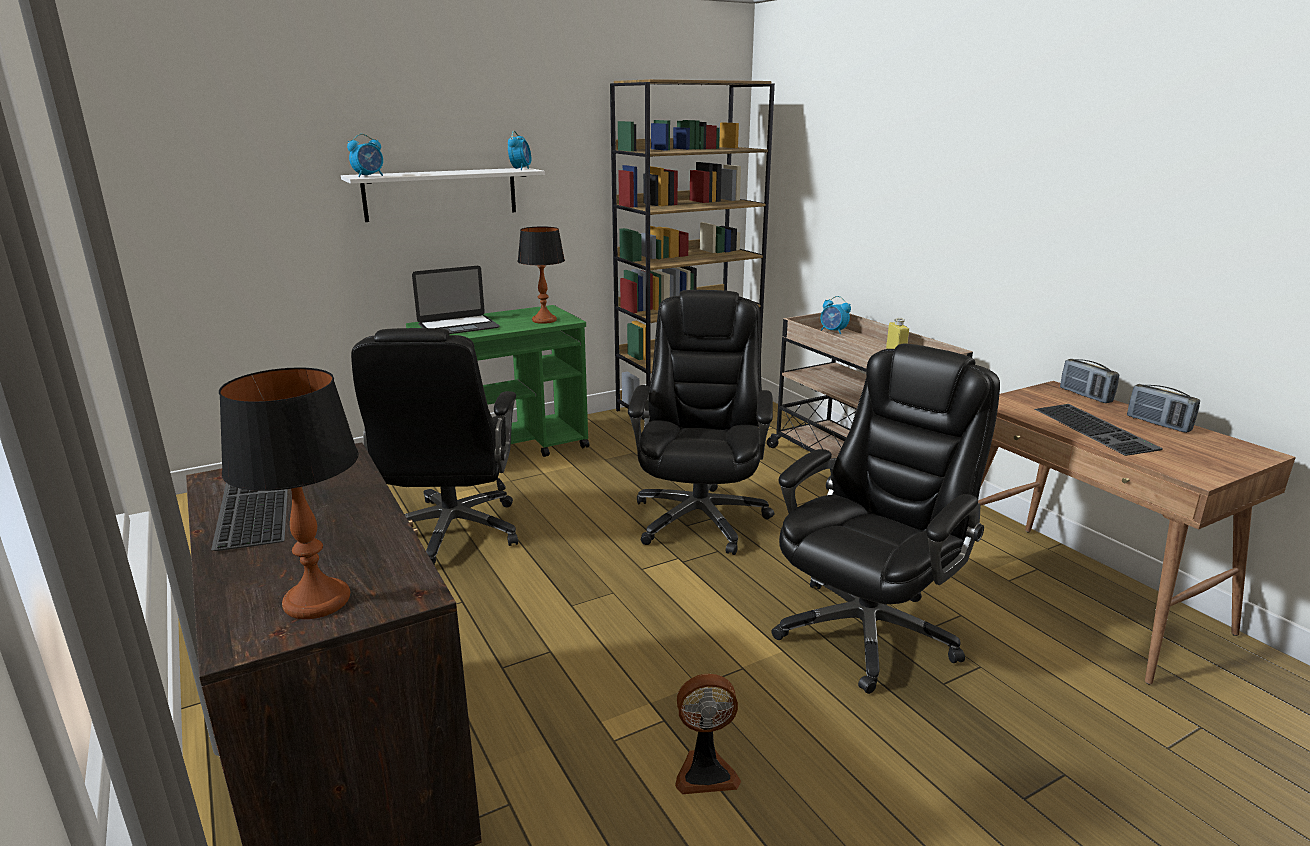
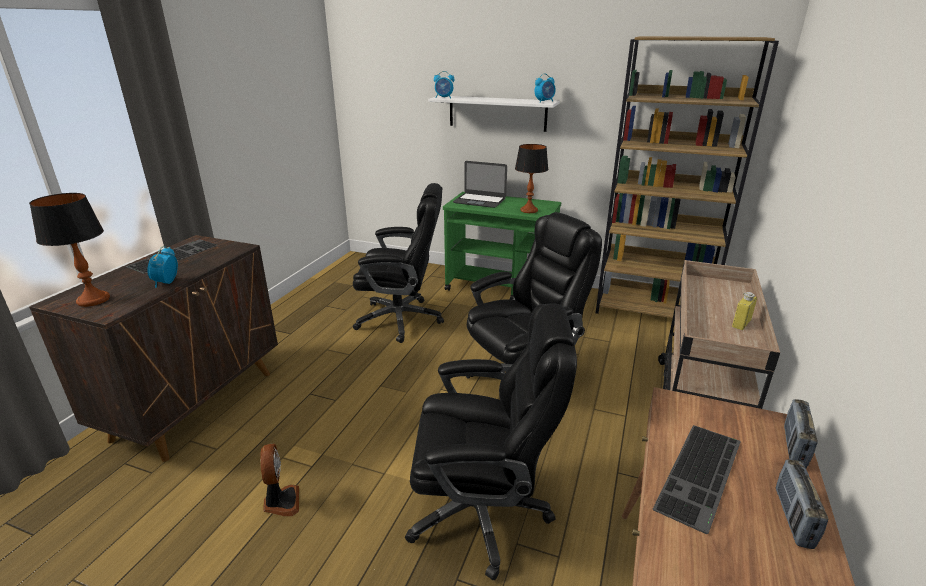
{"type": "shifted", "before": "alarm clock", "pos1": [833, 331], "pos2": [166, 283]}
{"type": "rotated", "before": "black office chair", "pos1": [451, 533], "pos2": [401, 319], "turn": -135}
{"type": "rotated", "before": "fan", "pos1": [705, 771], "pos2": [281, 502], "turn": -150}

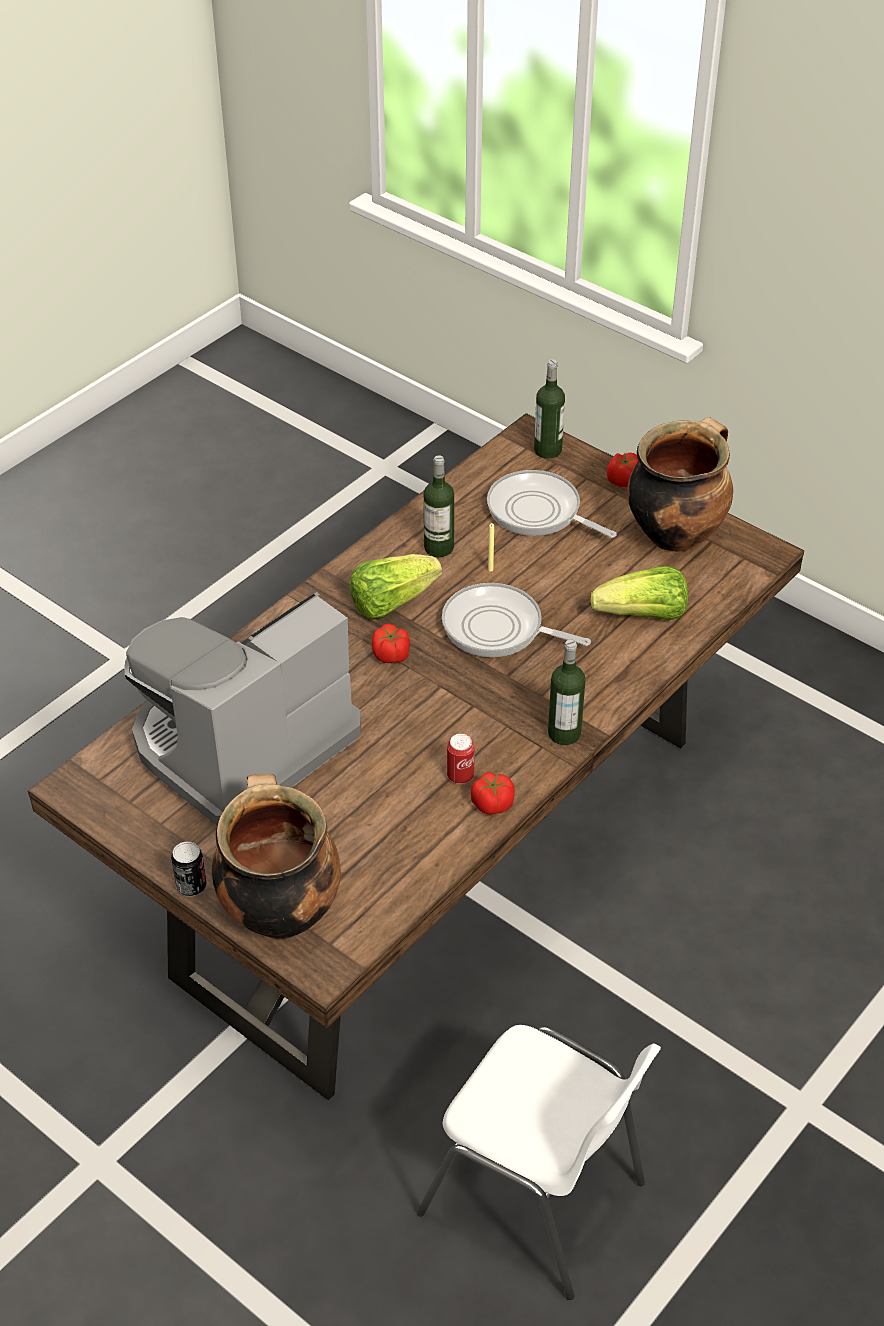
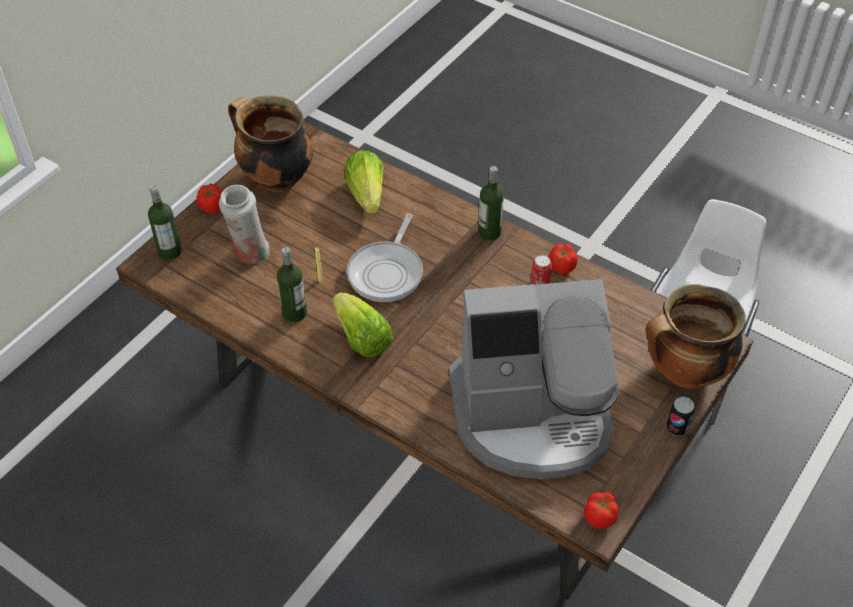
{"type": "shifted", "before": "tomato", "pos1": [391, 655], "pos2": [600, 516]}
{"type": "swapped", "before": "frying pan", "after": "white vase", "pos1": [538, 512], "pos2": [250, 254]}
{"type": "rotated", "before": "coffee machine", "pos1": [242, 744], "pos2": [532, 416], "turn": -45}

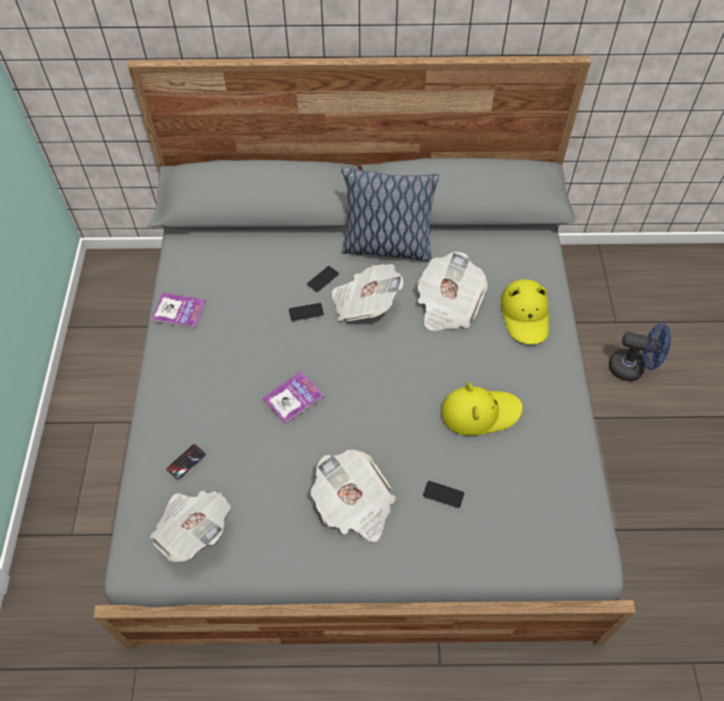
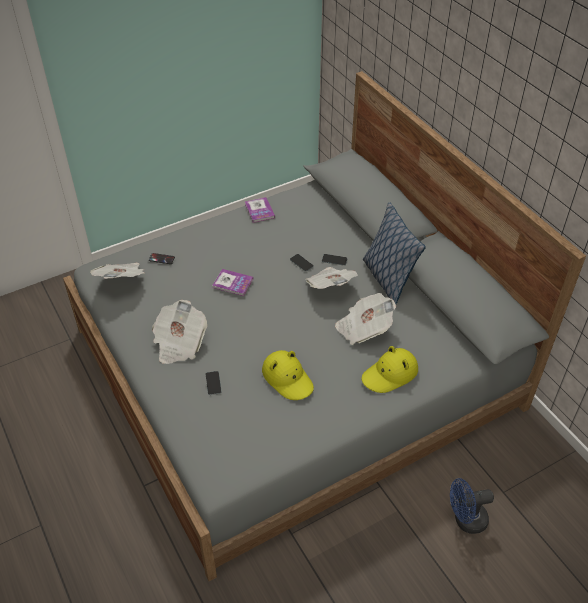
{"type": "rotated", "before": "blue fan", "pos1": [632, 368], "pos2": [465, 520], "turn": 90}

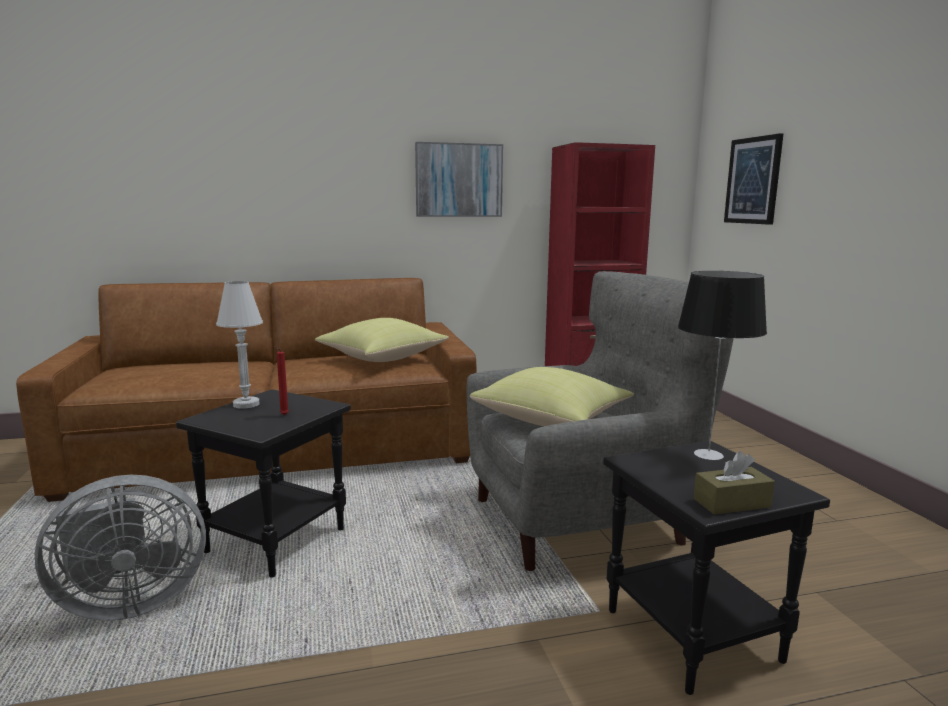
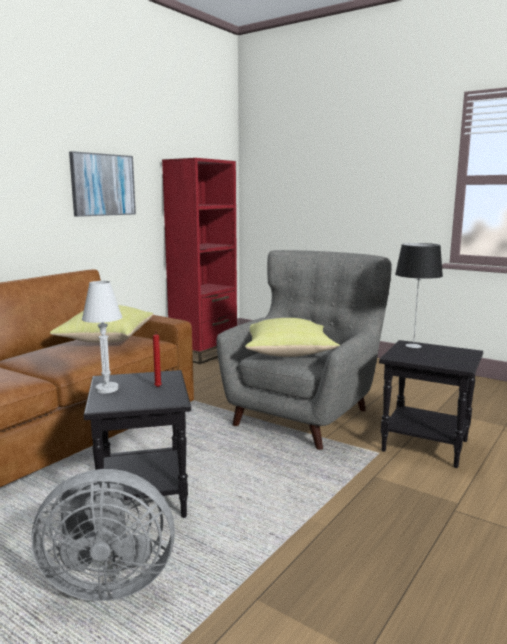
{"type": "gone", "before": "brown tissue box", "pos1": [731, 503]}
{"type": "gone", "before": "picture", "pos1": [753, 180]}
{"type": "rotated", "before": "grey fan", "pos1": [128, 603], "pos2": [106, 582], "turn": 60}

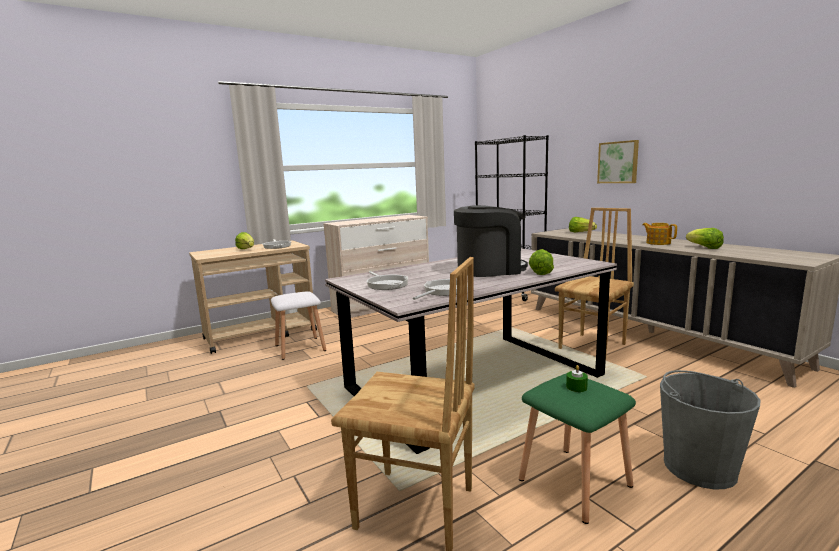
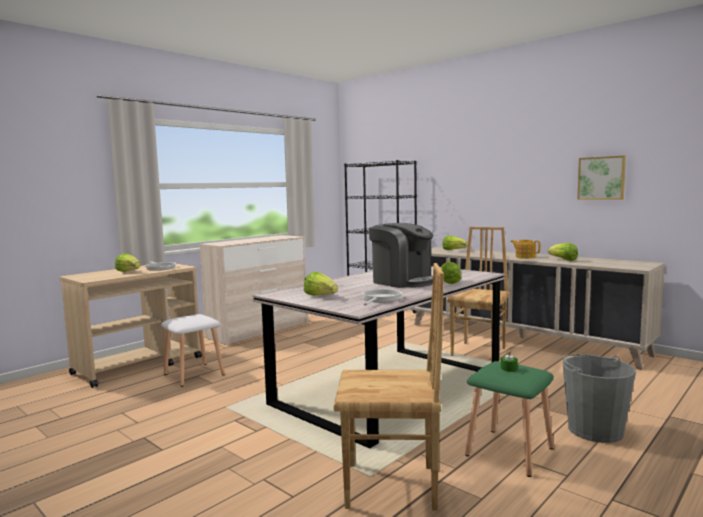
{"type": "shifted", "before": "picture", "pos1": [618, 162], "pos2": [601, 178]}
{"type": "swapped", "before": "frying pan", "after": "lettuce", "pos1": [386, 284], "pos2": [320, 296]}
{"type": "rotated", "before": "coffee machine", "pos1": [490, 270], "pos2": [402, 282], "turn": 75}

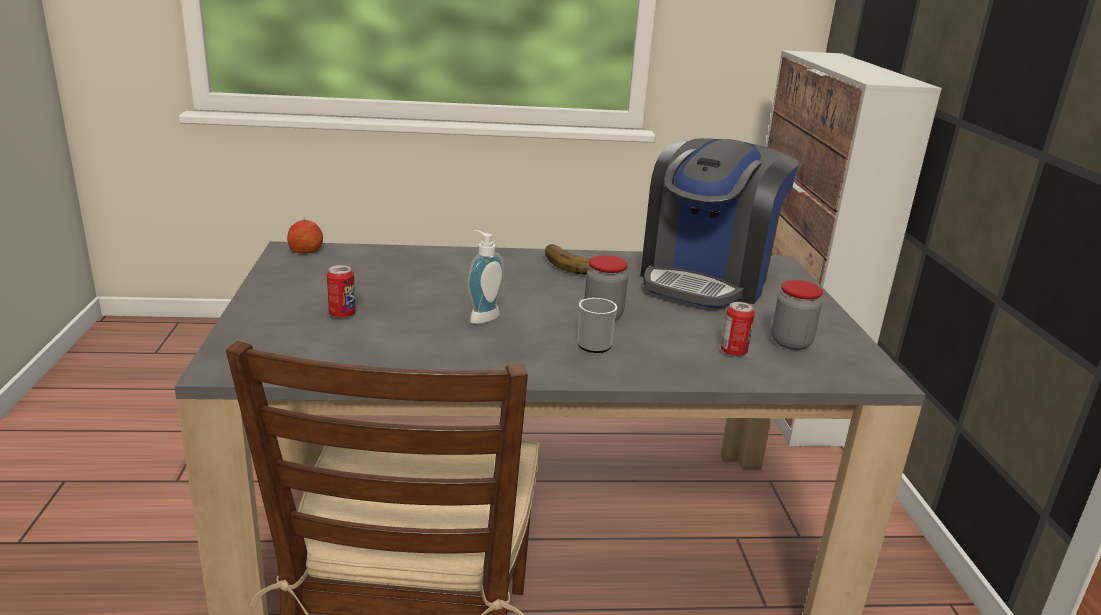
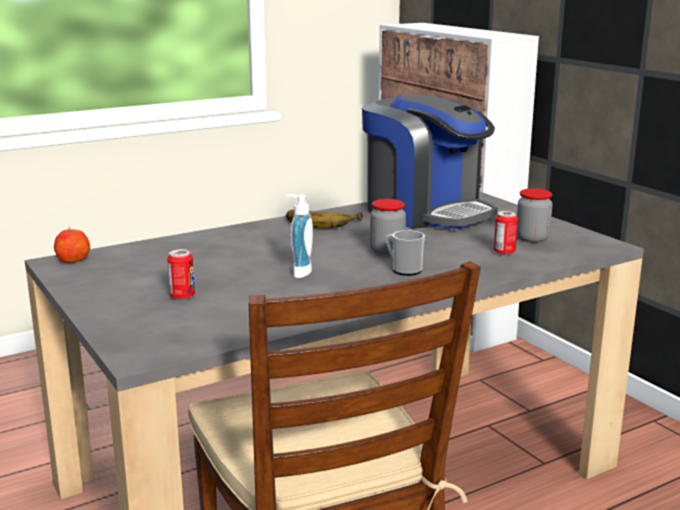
{"type": "rotated", "before": "coffee machine", "pos1": [706, 279], "pos2": [426, 212], "turn": -45}

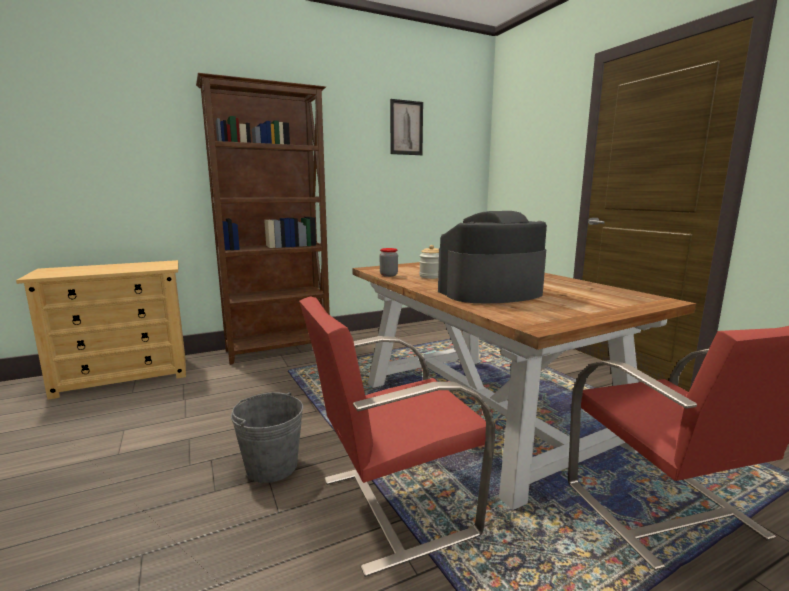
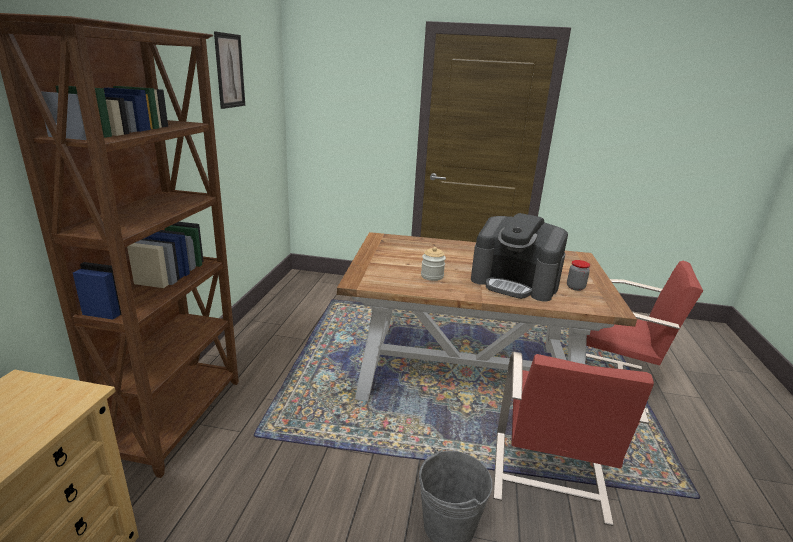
{"type": "shifted", "before": "jar", "pos1": [388, 275], "pos2": [575, 287]}
{"type": "rotated", "before": "coffee machine", "pos1": [490, 292], "pos2": [515, 283], "turn": -75}

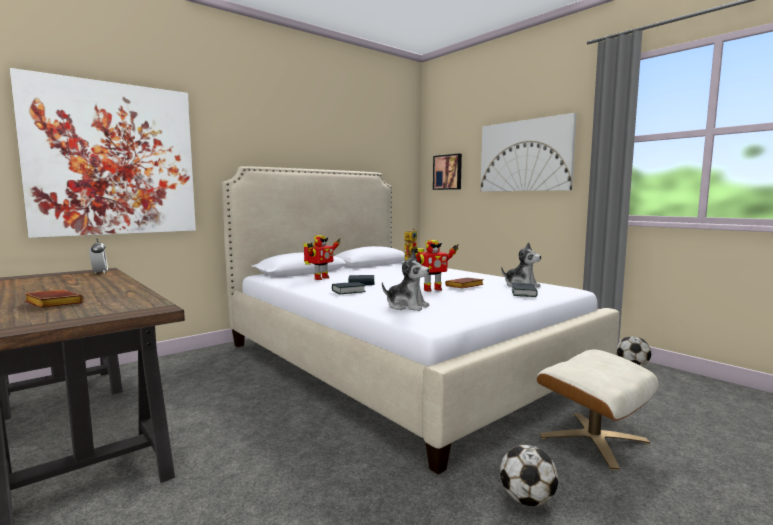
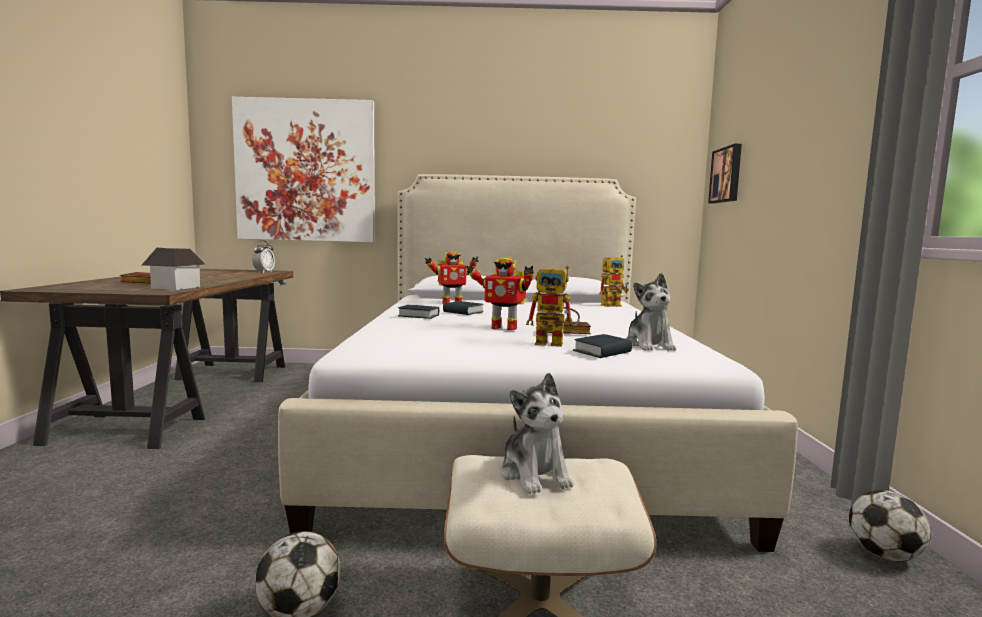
{"type": "gone", "before": "picture", "pos1": [525, 156]}
{"type": "new", "after": "toy house", "pos2": [175, 287]}
{"type": "new", "after": "toy robot", "pos2": [556, 343]}
{"type": "shifted", "before": "plush toy", "pos1": [406, 306], "pos2": [534, 474]}

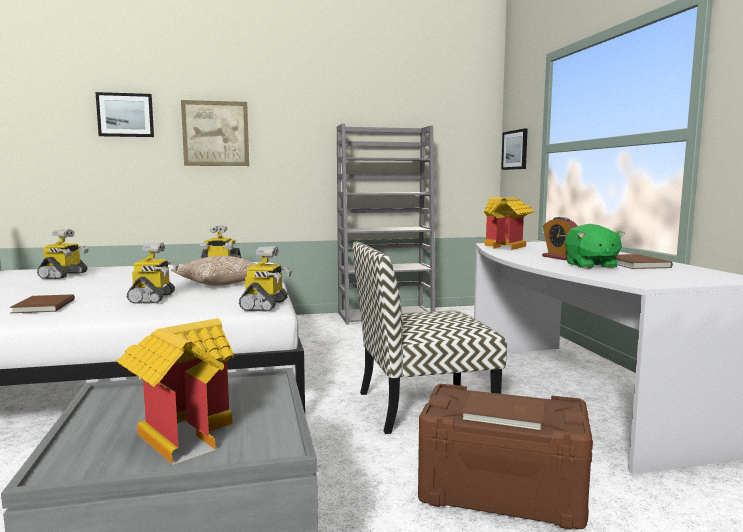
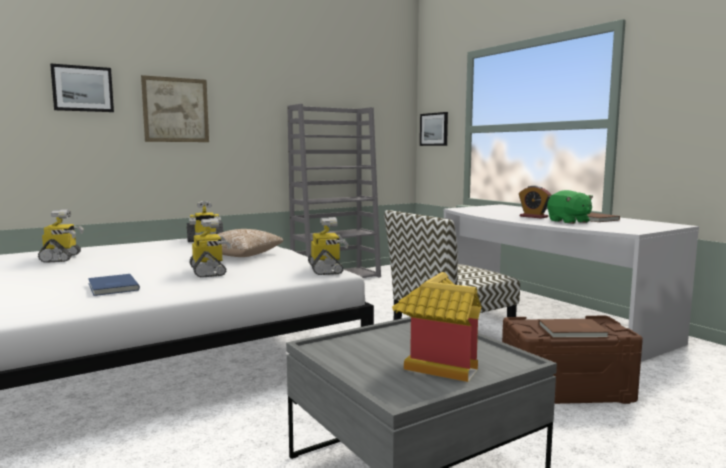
{"type": "gone", "before": "toy house", "pos1": [507, 247]}
{"type": "repainted", "before": "brown book", "after": "blue book", "pos1": [42, 306], "pos2": [111, 287]}

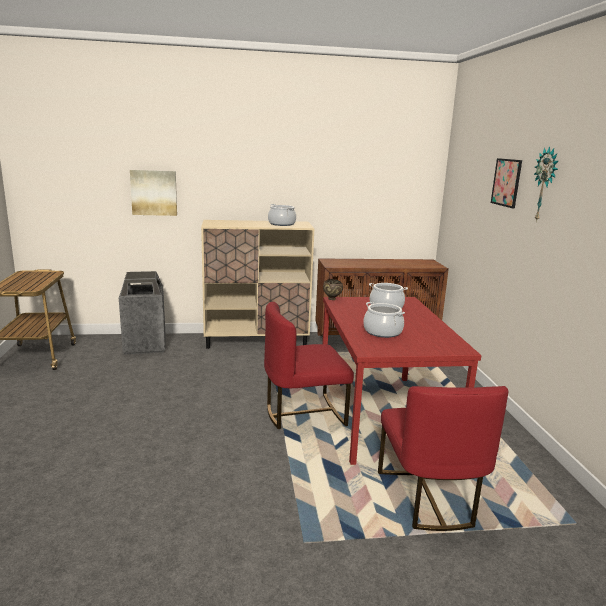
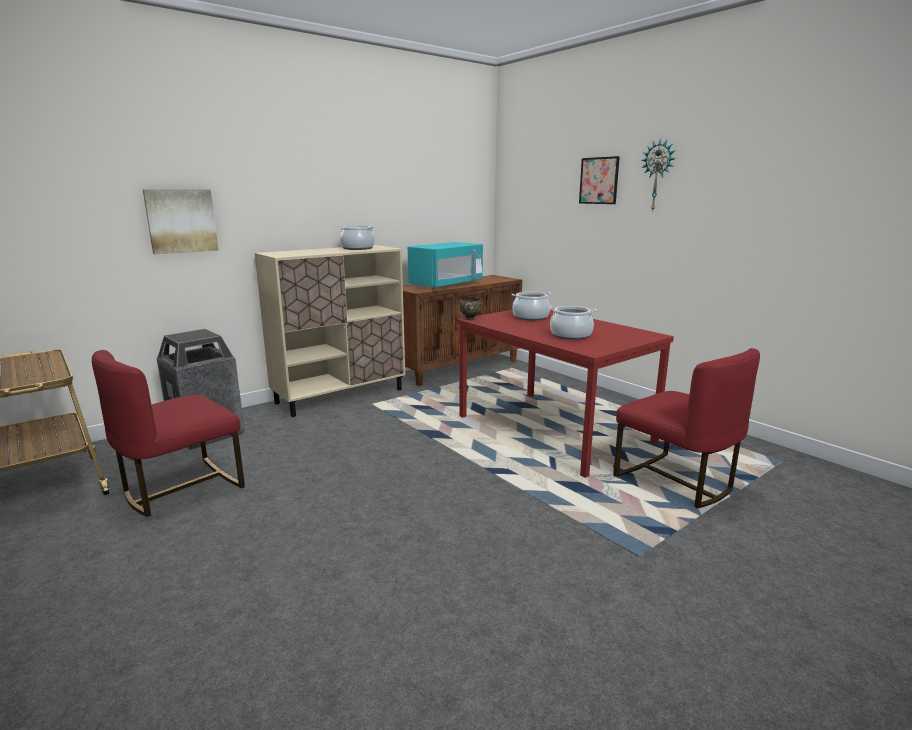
{"type": "new", "after": "turquoise microwave", "pos2": [446, 285]}
{"type": "shifted", "before": "red chair", "pos1": [304, 413], "pos2": [181, 488]}

